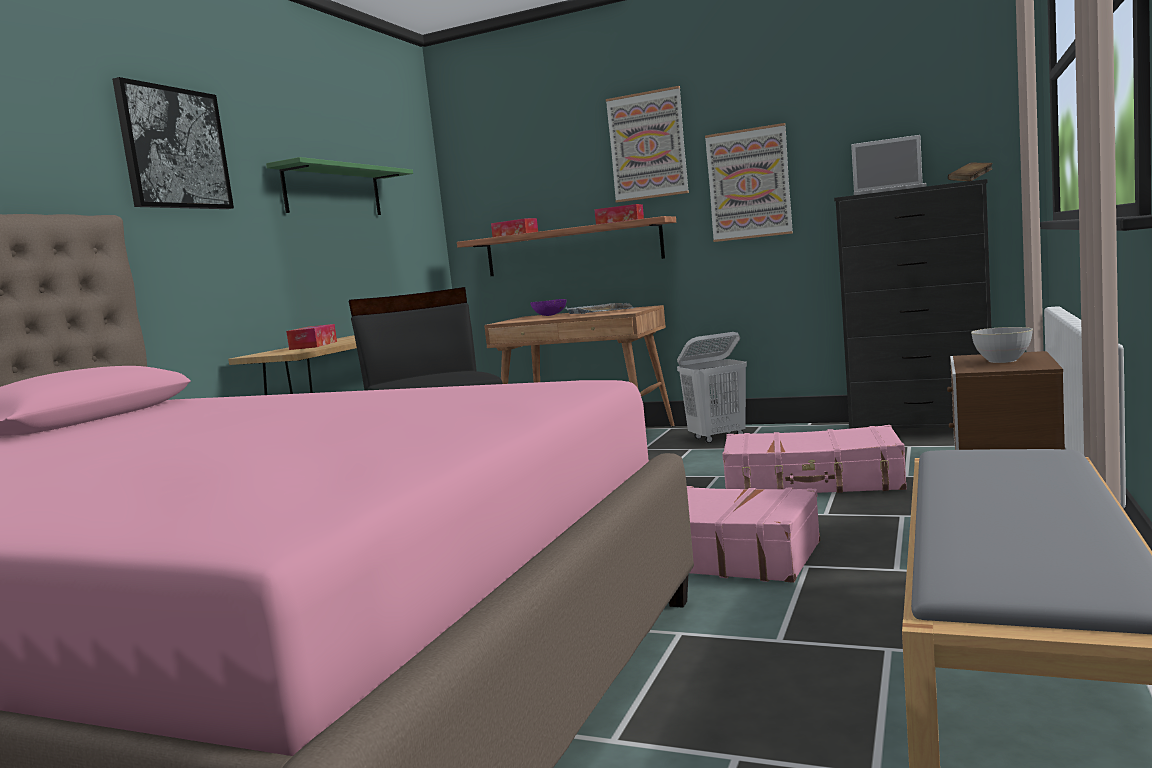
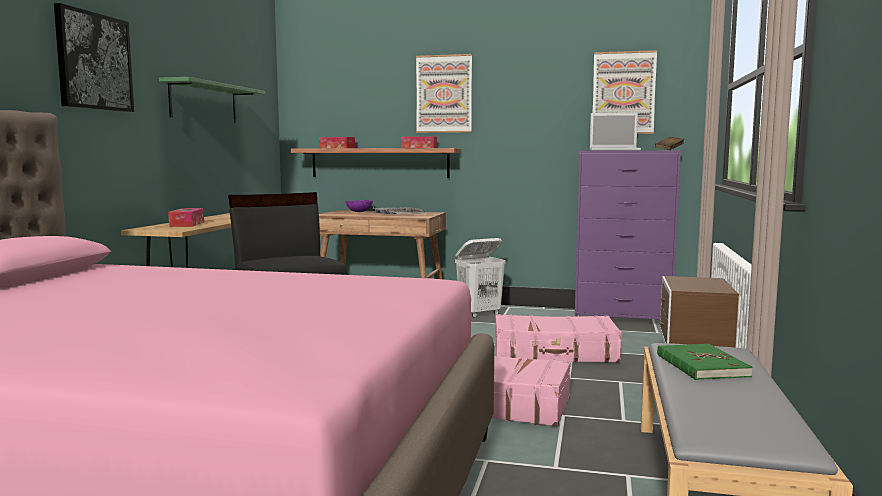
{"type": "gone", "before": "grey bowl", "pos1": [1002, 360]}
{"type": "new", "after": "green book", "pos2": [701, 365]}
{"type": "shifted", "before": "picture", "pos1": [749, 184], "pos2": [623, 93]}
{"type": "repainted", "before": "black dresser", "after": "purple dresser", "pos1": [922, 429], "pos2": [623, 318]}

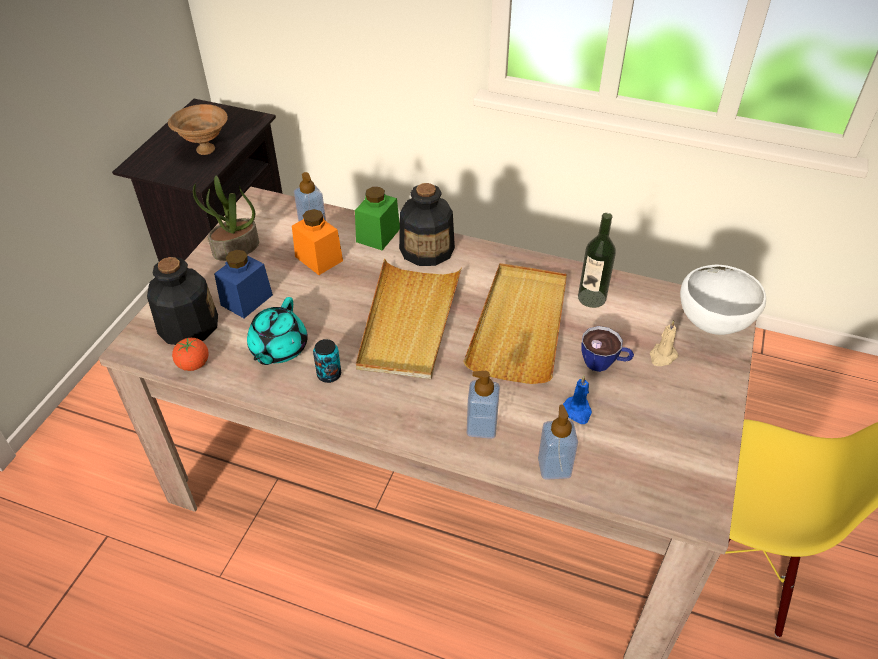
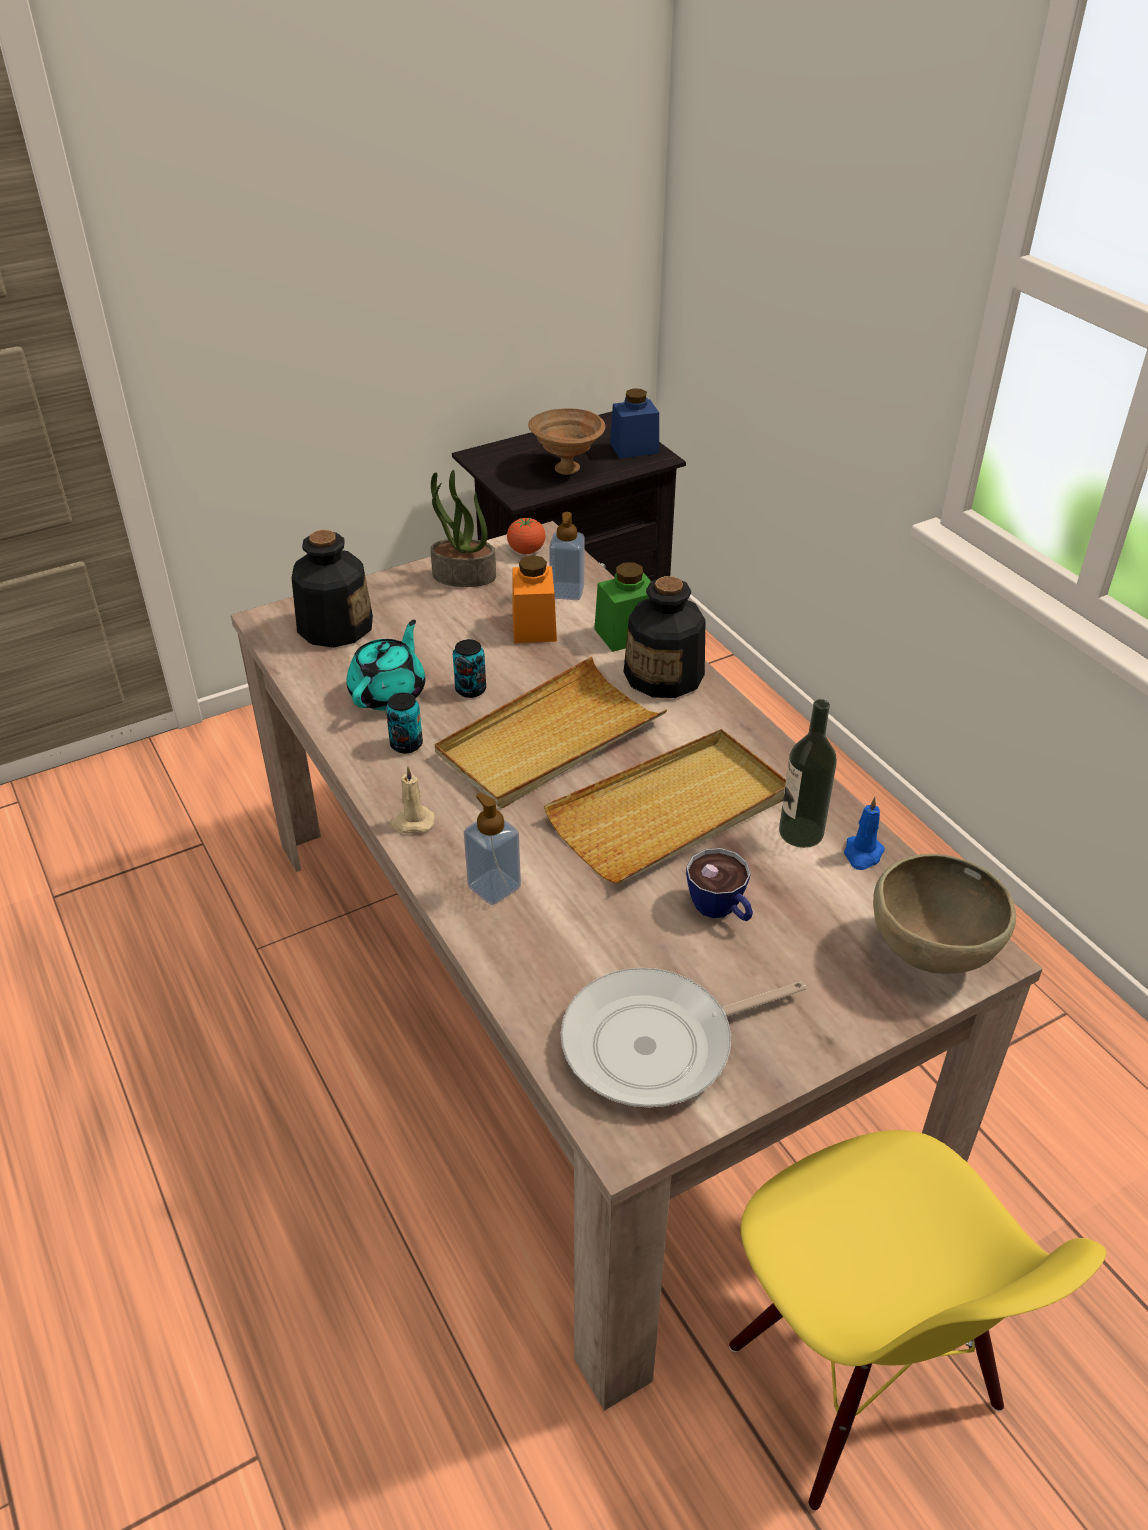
{"type": "gone", "before": "soap dispenser", "pos1": [554, 467]}
{"type": "new", "after": "can", "pos2": [470, 689]}
{"type": "new", "after": "frying pan", "pos2": [657, 1044]}
{"type": "shifted", "before": "tomato", "pos1": [194, 364], "pos2": [526, 551]}
{"type": "shifted", "before": "blue jar", "pos1": [246, 300], "pos2": [634, 448]}
{"type": "shifted", "before": "blue candle", "pos1": [577, 411], "pos2": [862, 854]}
{"type": "shifted", "before": "beige candle", "pos1": [662, 356], "pos2": [412, 822]}
{"type": "repainted", "before": "white bowl", "after": "brown bowl", "pos1": [713, 325], "pos2": [930, 955]}
{"type": "rotated", "before": "turquoise teapot", "pos1": [278, 349], "pos2": [389, 693], "turn": 150}

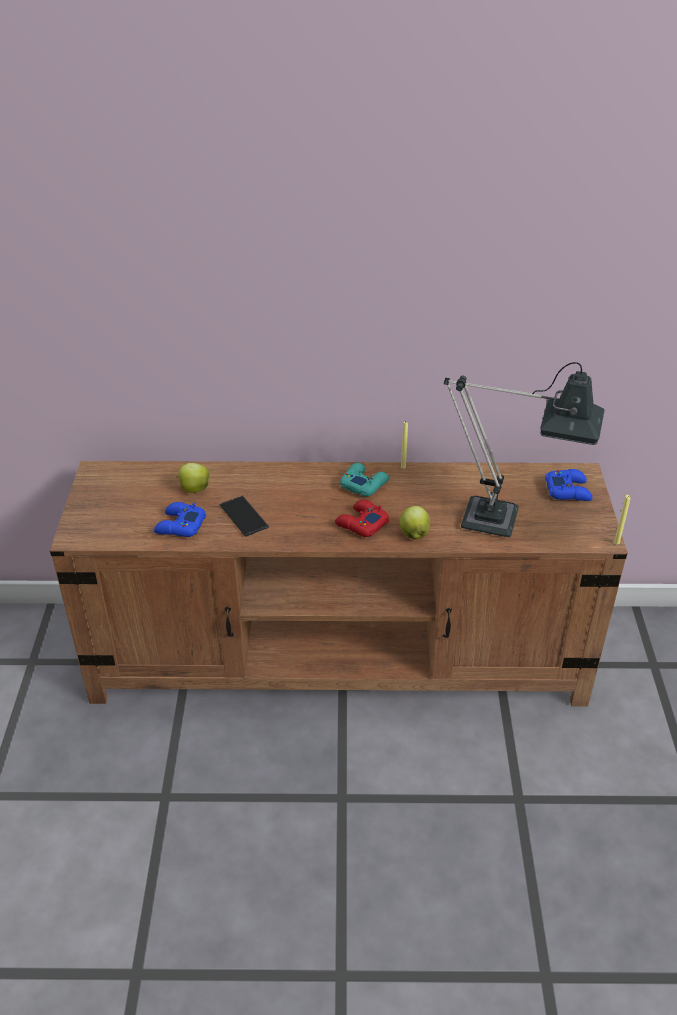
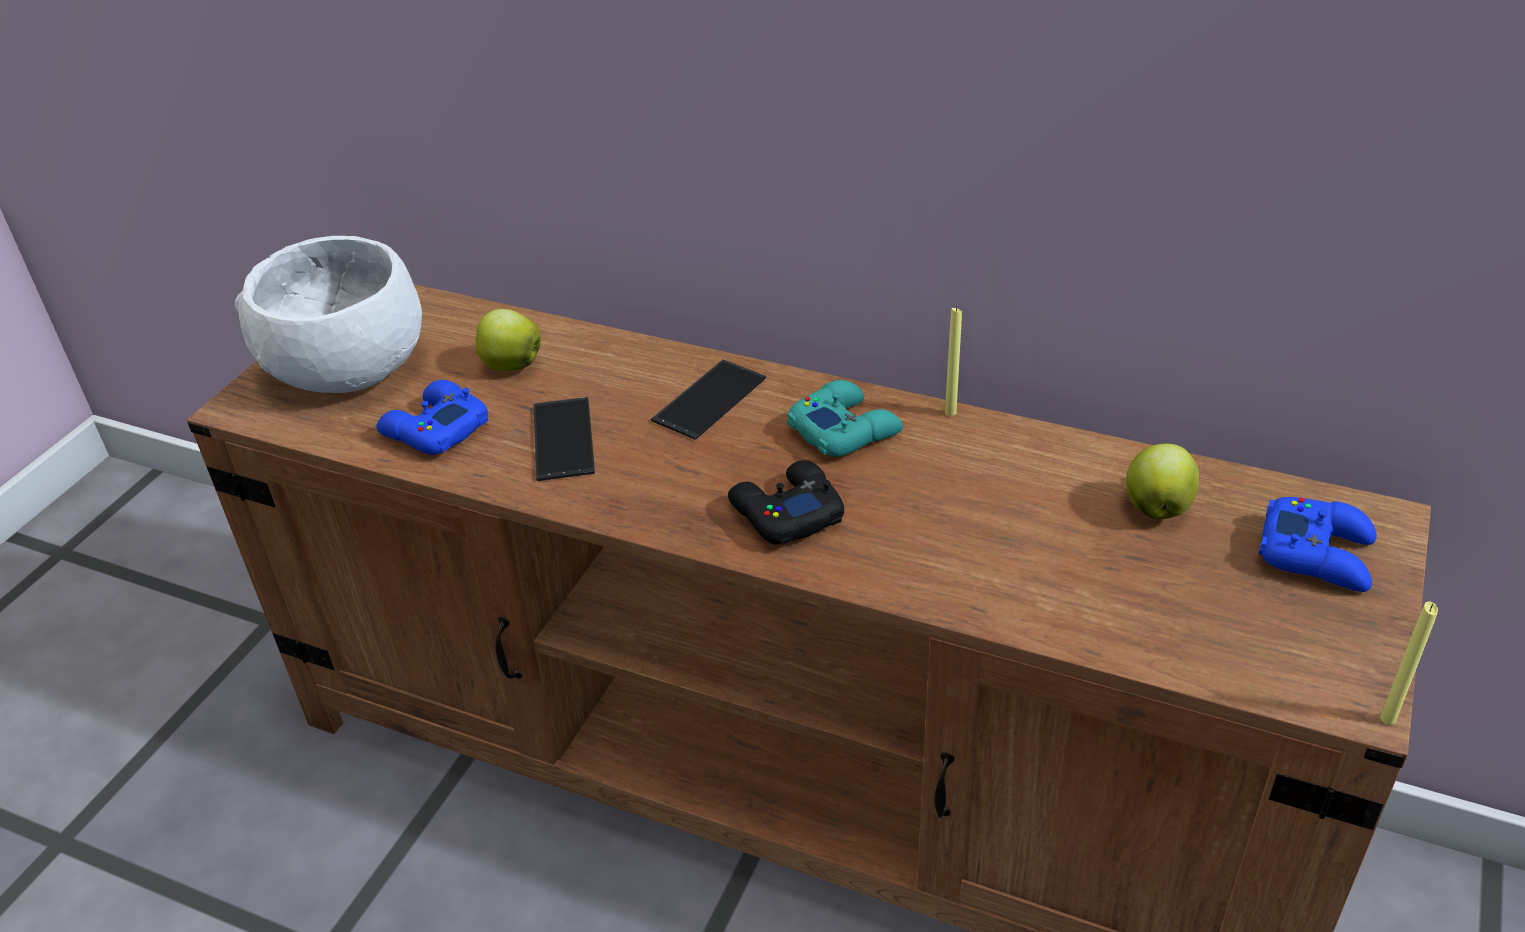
{"type": "gone", "before": "table lamp", "pos1": [505, 522]}
{"type": "new", "after": "white bowl", "pos2": [346, 370]}
{"type": "new", "after": "phone", "pos2": [709, 400]}
{"type": "shifted", "before": "apple", "pos1": [414, 534], "pos2": [1157, 507]}
{"type": "repainted", "before": "red game controller", "after": "black game controller", "pos1": [361, 524], "pos2": [785, 512]}

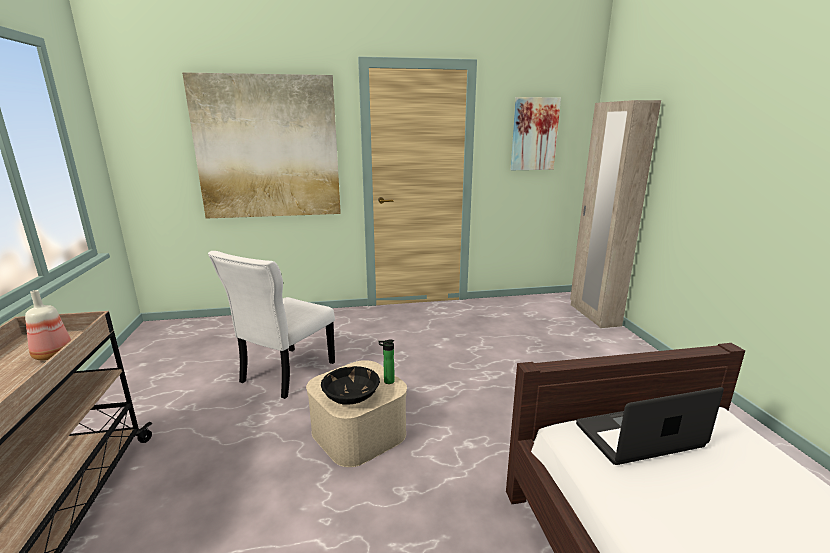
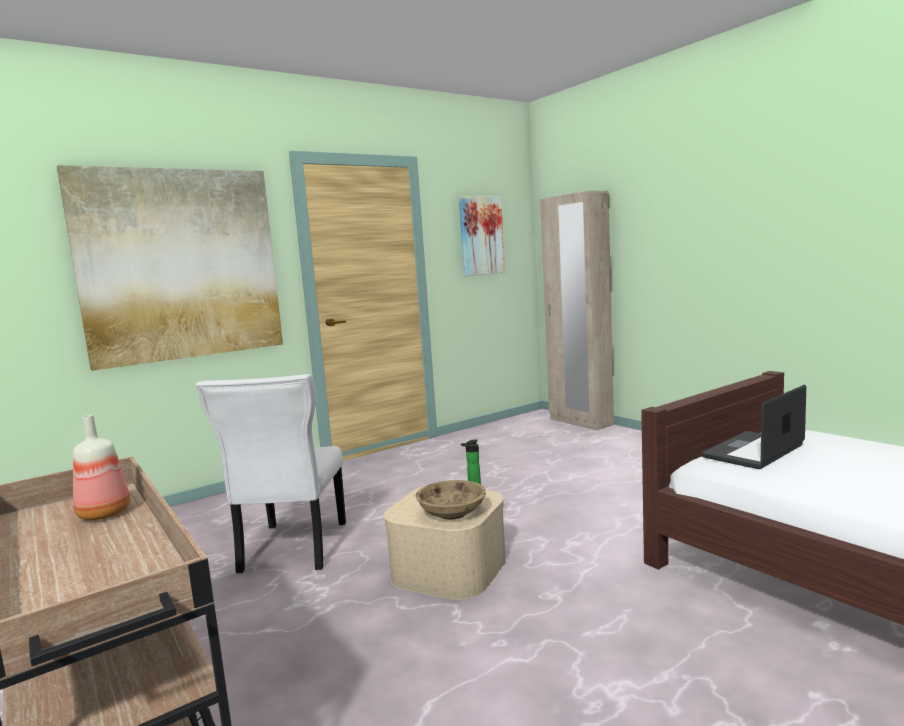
{"type": "repainted", "before": "black bowl", "after": "beige bowl", "pos1": [351, 397], "pos2": [452, 513]}

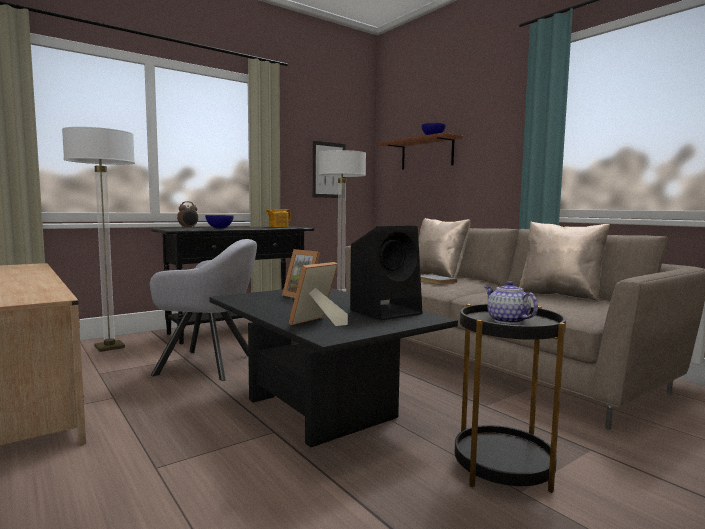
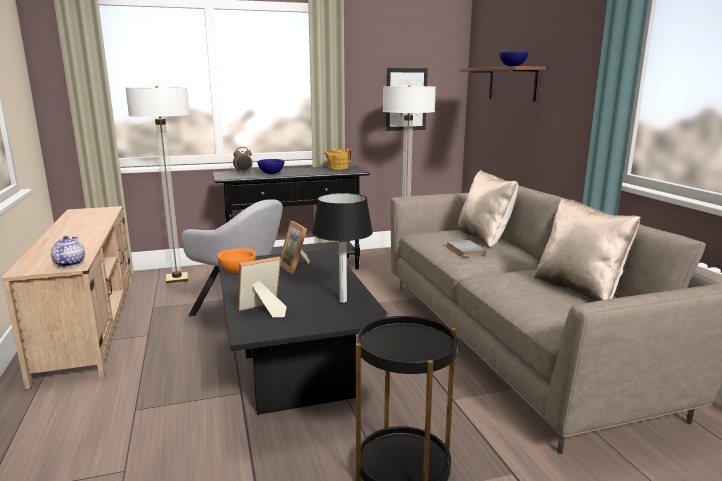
{"type": "new", "after": "orange bowl", "pos2": [238, 271]}
{"type": "shifted", "before": "teapot", "pos1": [507, 320], "pos2": [69, 263]}
{"type": "swapped", "before": "black speaker", "after": "black table lamp", "pos1": [386, 311], "pos2": [343, 301]}

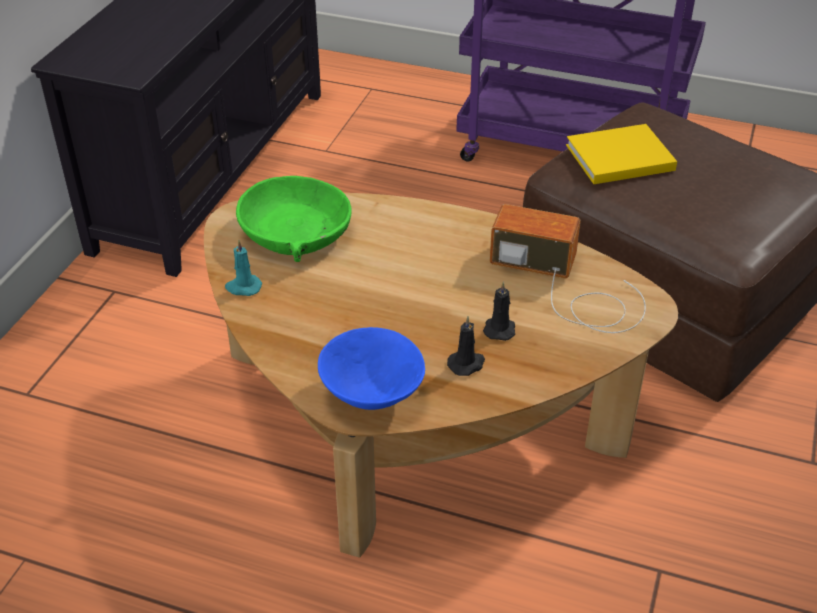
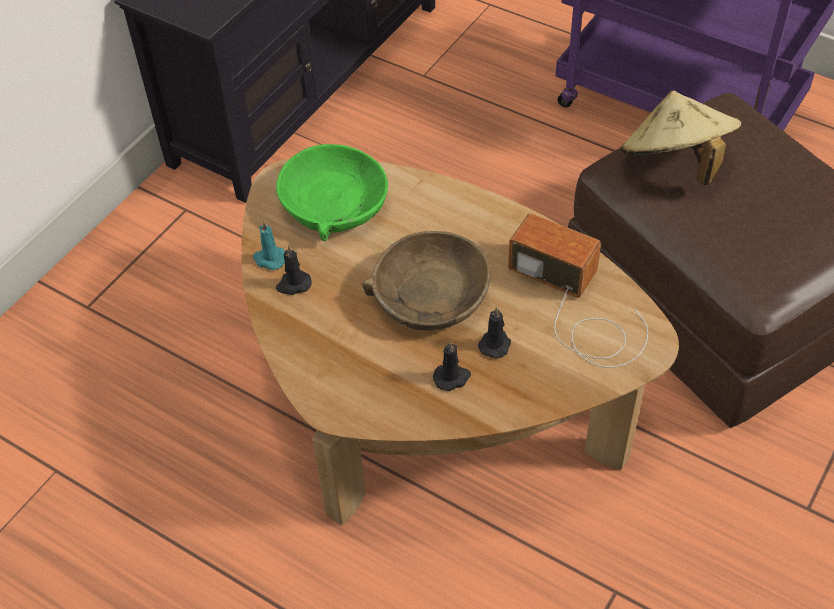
{"type": "gone", "before": "blue bowl", "pos1": [373, 395]}
{"type": "new", "after": "black candle", "pos2": [293, 284]}
{"type": "new", "after": "brown bowl", "pos2": [430, 295]}
{"type": "swapped", "before": "yellow book", "after": "beige hat", "pos1": [616, 158], "pos2": [675, 164]}

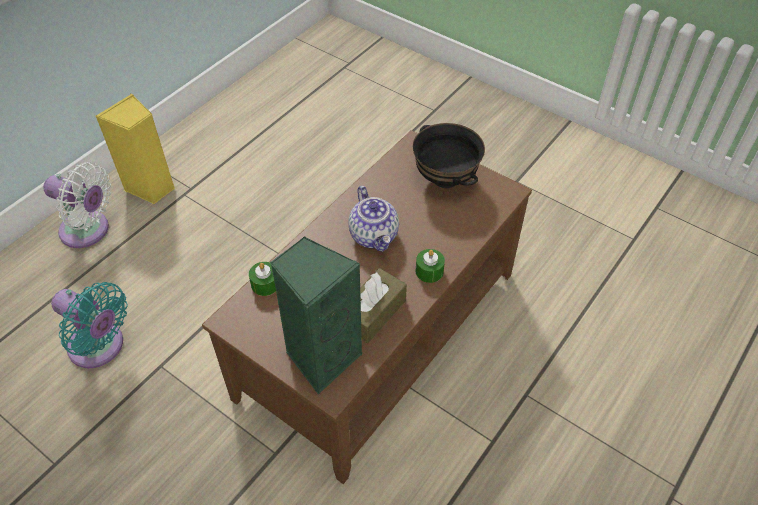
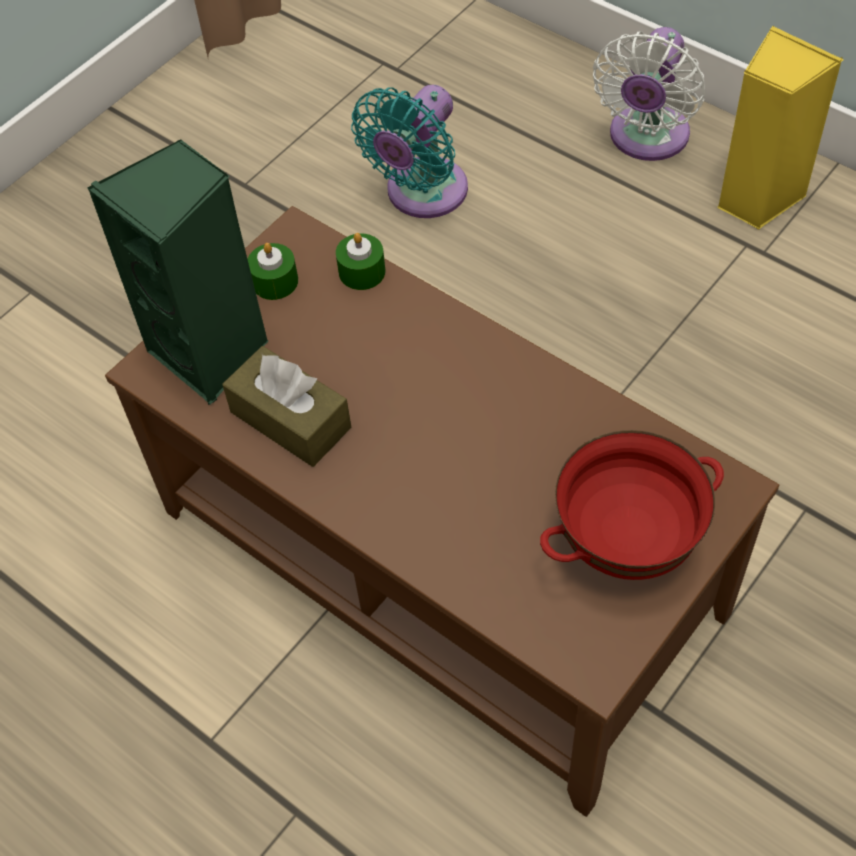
{"type": "gone", "before": "teapot", "pos1": [374, 236]}
{"type": "shifted", "before": "green candle", "pos1": [429, 271], "pos2": [275, 281]}
{"type": "repainted", "before": "black bowl", "after": "red bowl", "pos1": [444, 179], "pos2": [626, 542]}

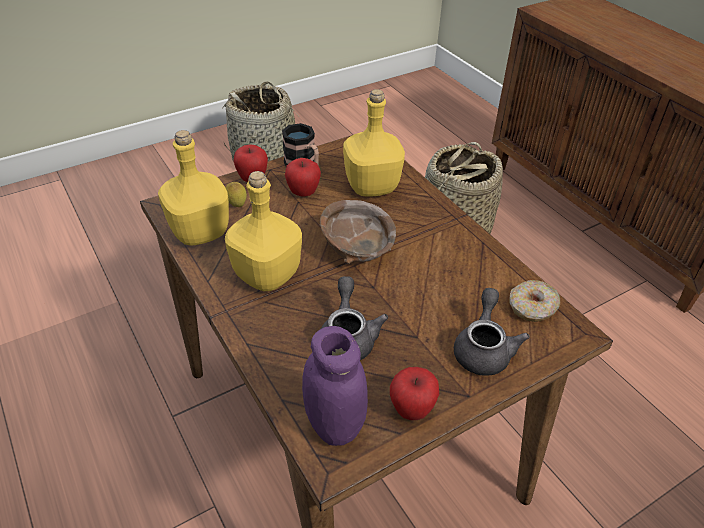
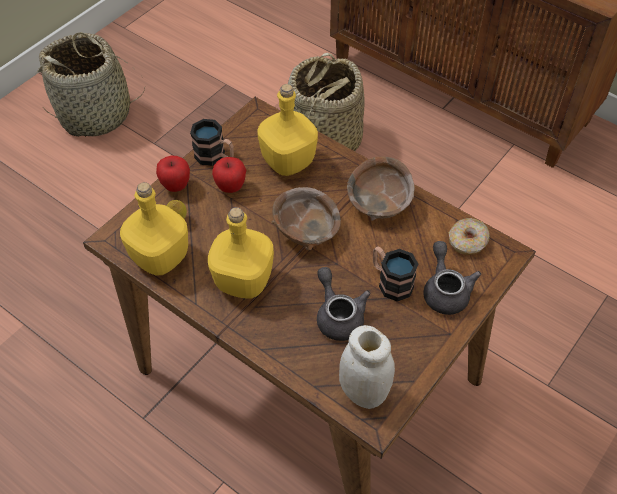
{"type": "gone", "before": "apple", "pos1": [411, 410]}
{"type": "new", "after": "brown bowl", "pos2": [379, 202]}
{"type": "new", "after": "mug", "pos2": [390, 281]}
{"type": "repainted", "before": "purple jar", "after": "white jar", "pos1": [334, 425], "pos2": [363, 392]}

